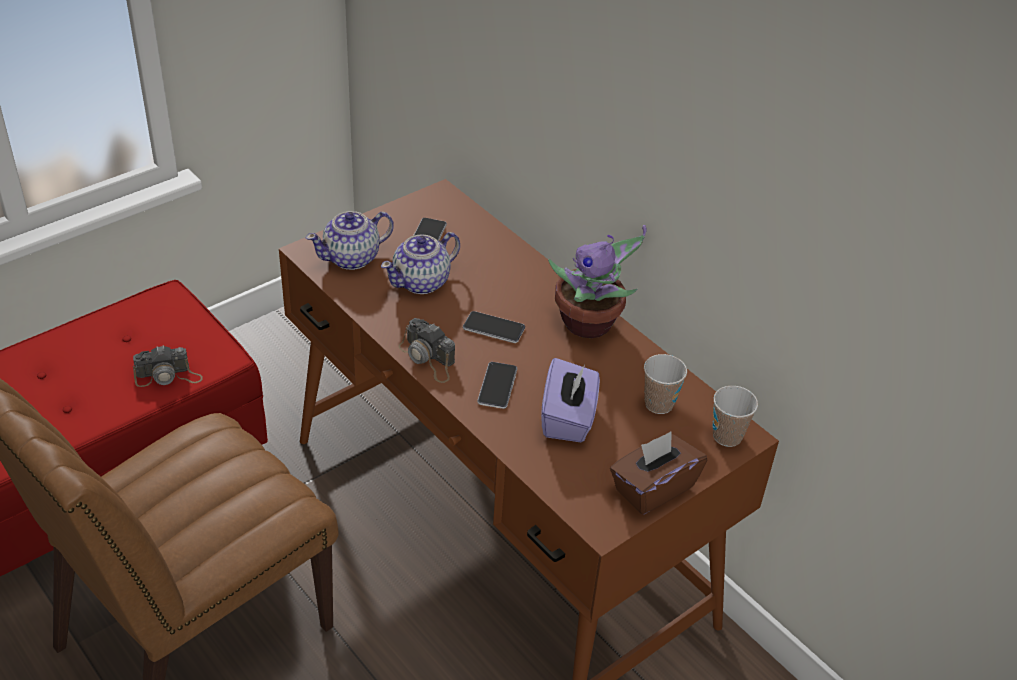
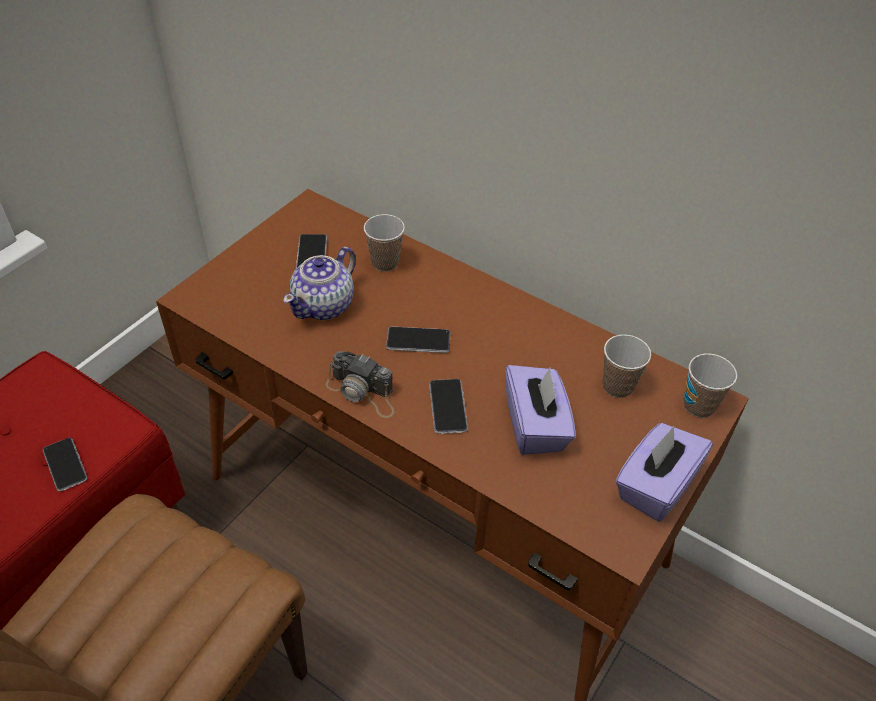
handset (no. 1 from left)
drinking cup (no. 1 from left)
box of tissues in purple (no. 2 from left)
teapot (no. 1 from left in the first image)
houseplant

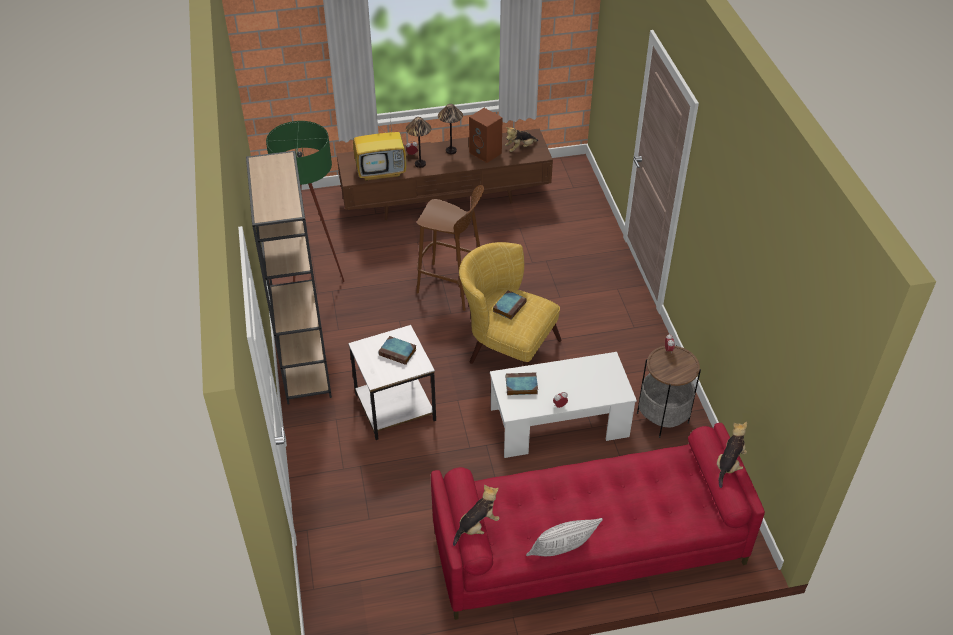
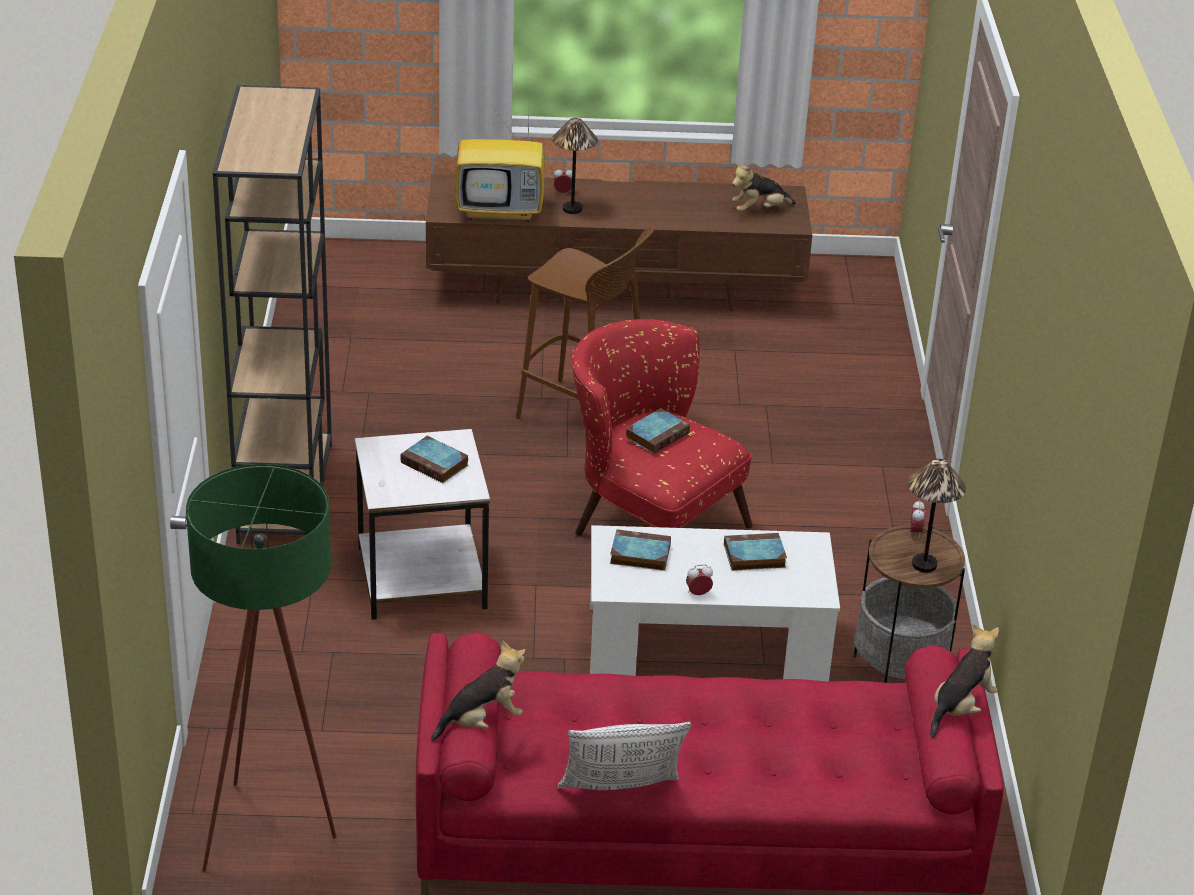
floor lamp in greenish
lounge chair in red-coloured
volume (no. 4 from left)
lamp for a table (no. 2 from left)
speaker in brownish

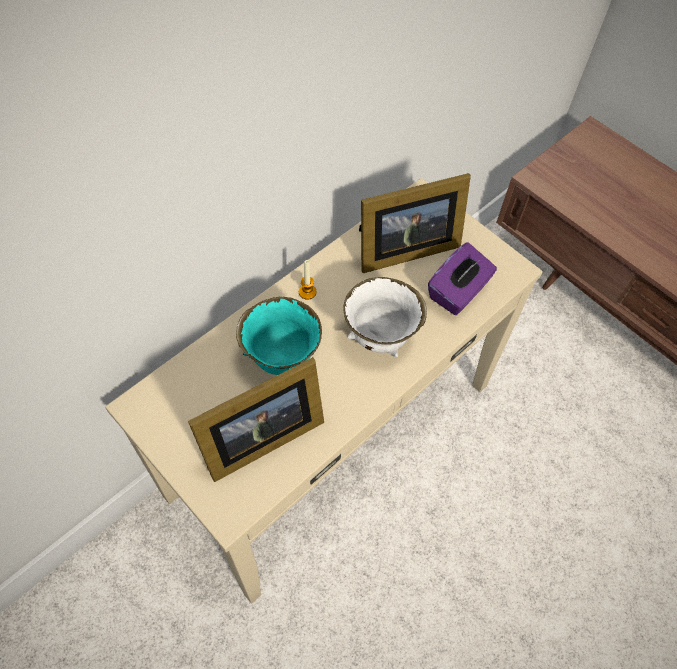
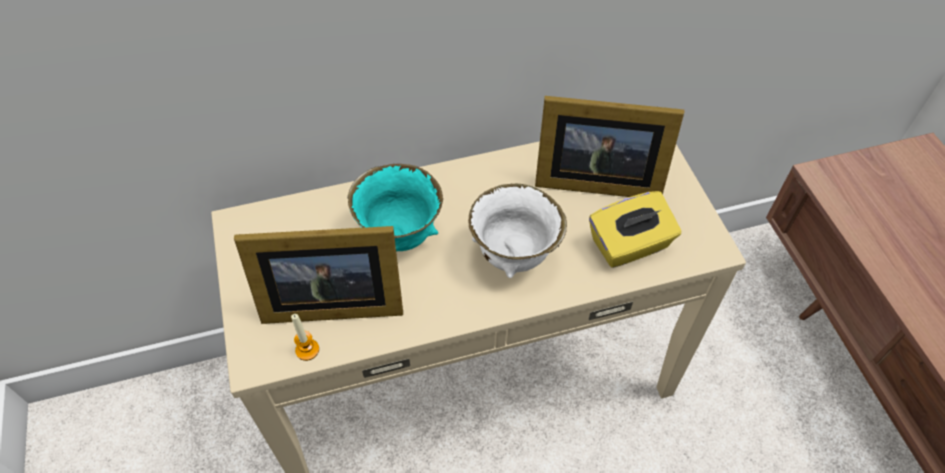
wax candle
box of tissues in yellowish

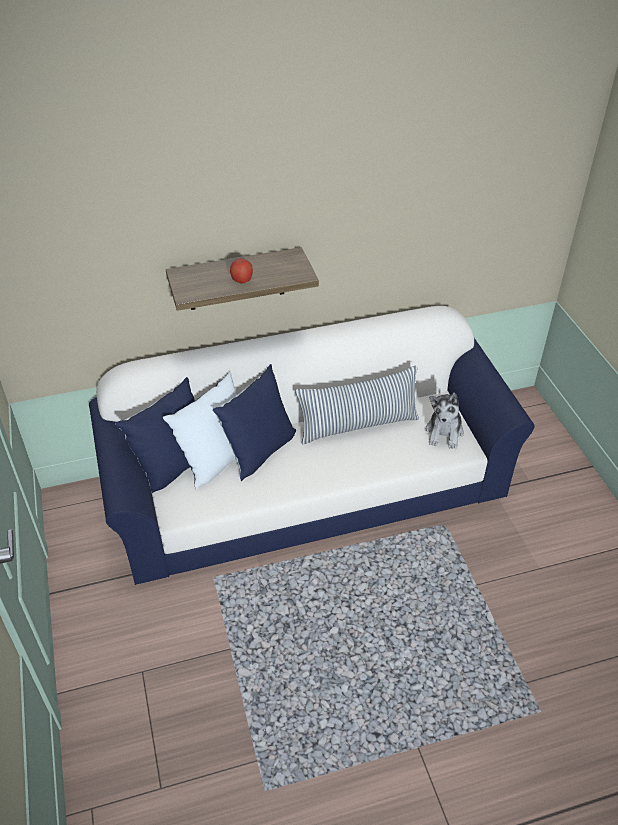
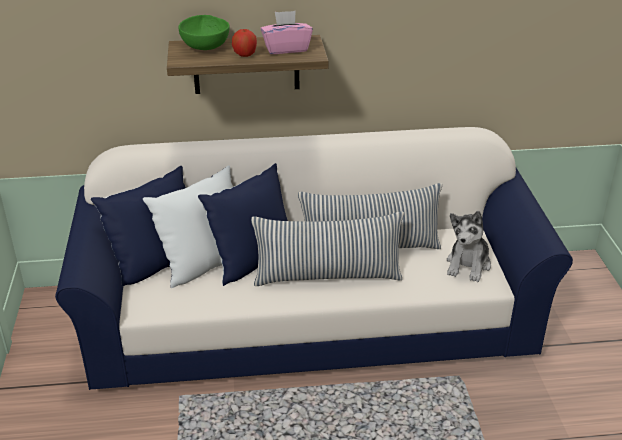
deep dish in greenish
throw pillow (no. 1 from left)
box of tissues in pinkish

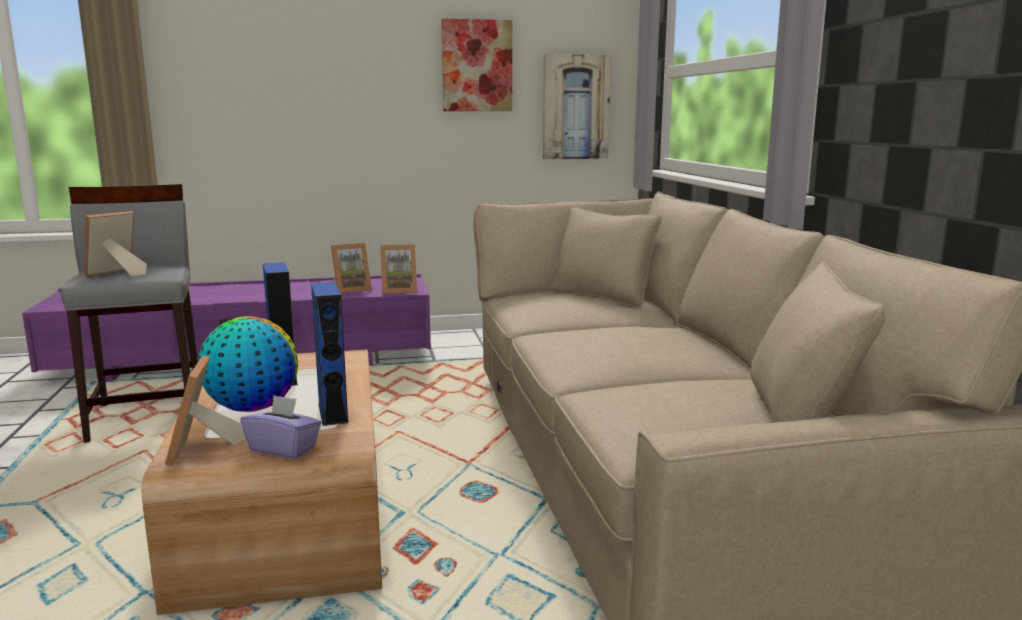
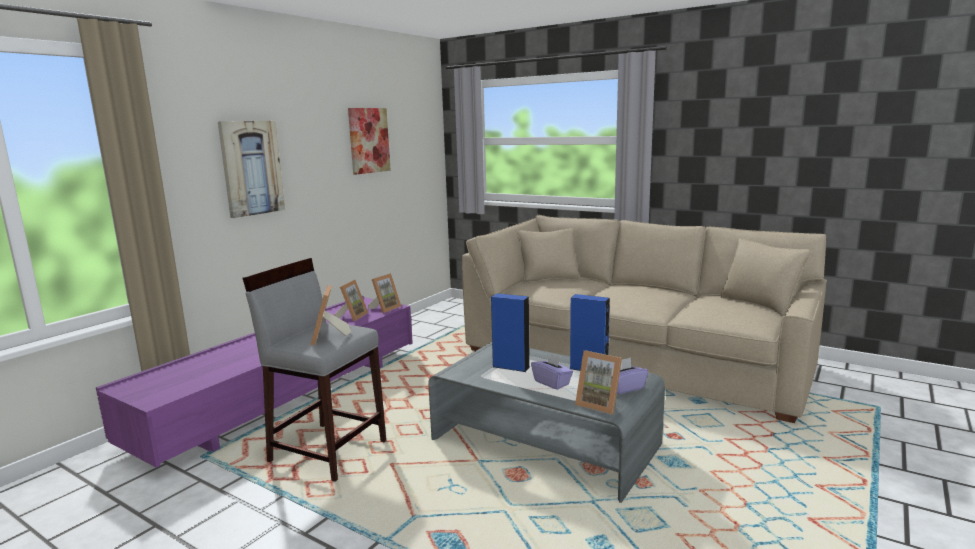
wall picture (no. 1 from left)
lounge table in grey
box of tissues in purple (no. 1 from left)

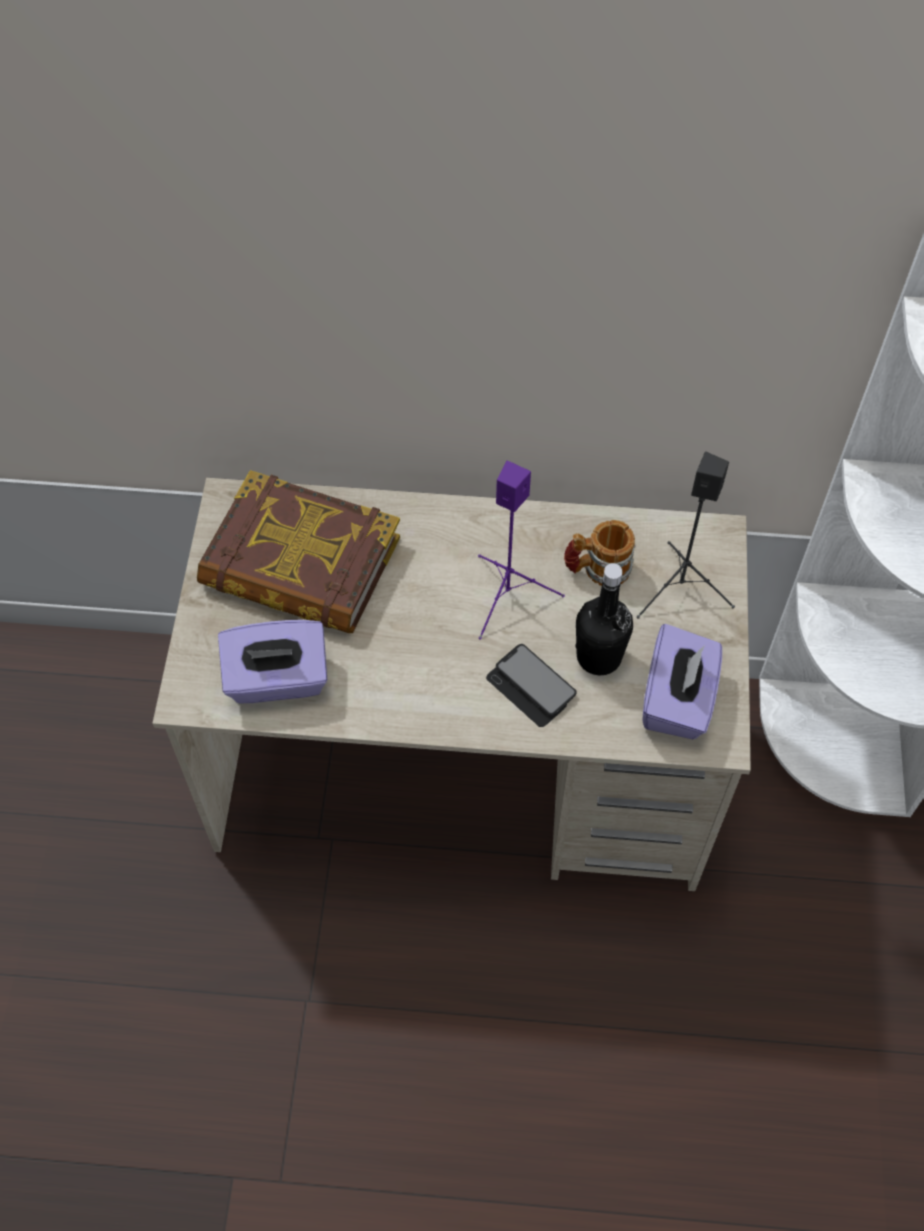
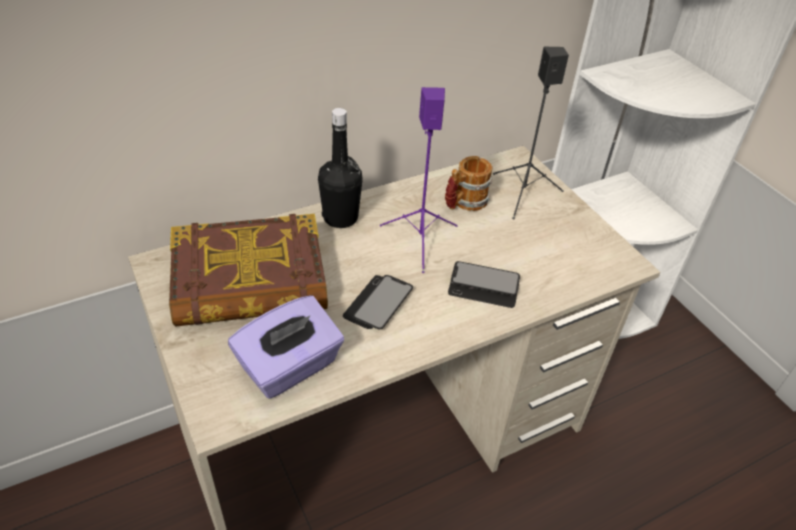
drink bottle in blackish
handset (no. 1 from left)
box of tissues in purple (no. 2 from left in the first image)

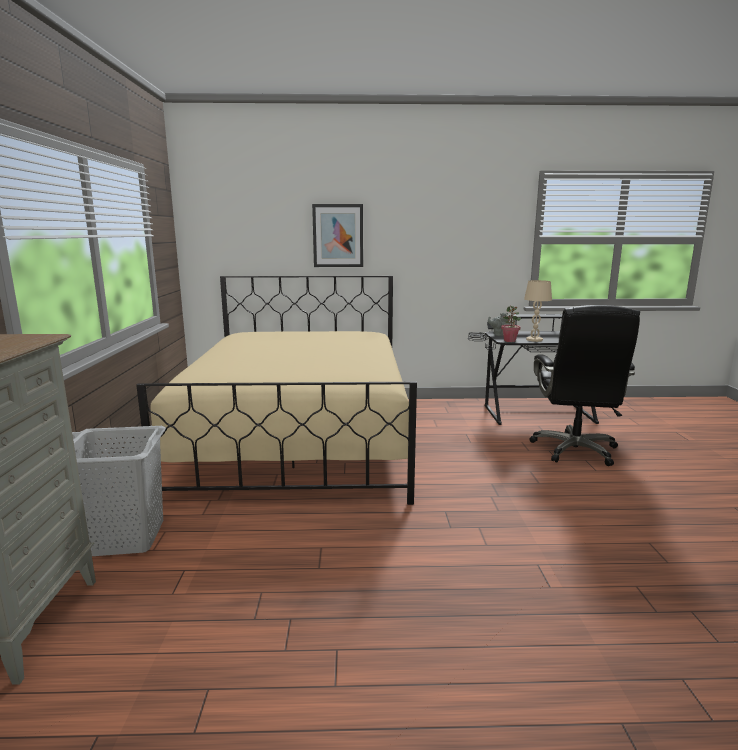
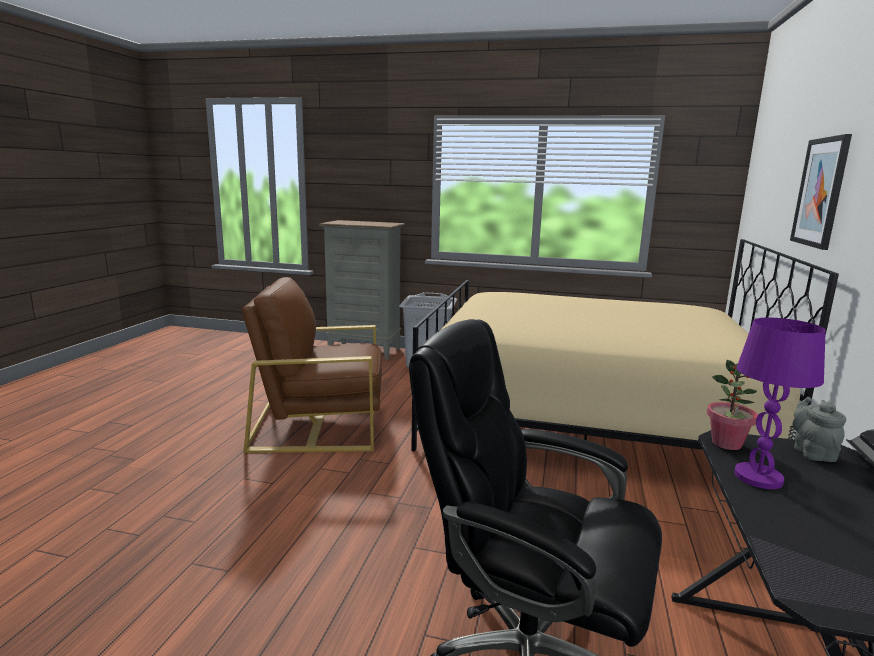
lounge chair in brownish
lamp for a table in purple

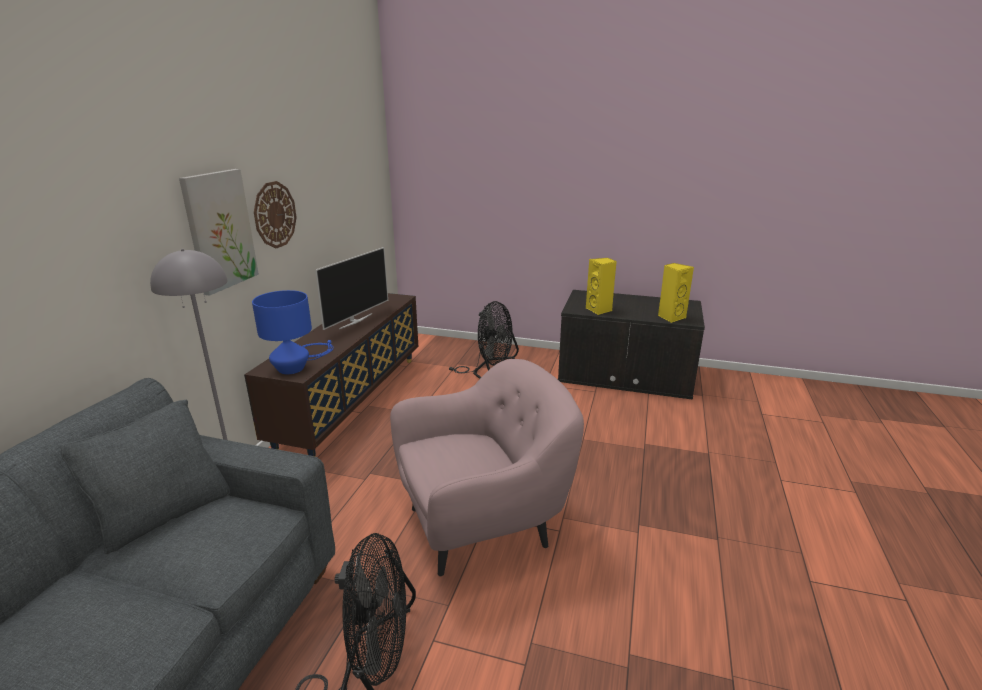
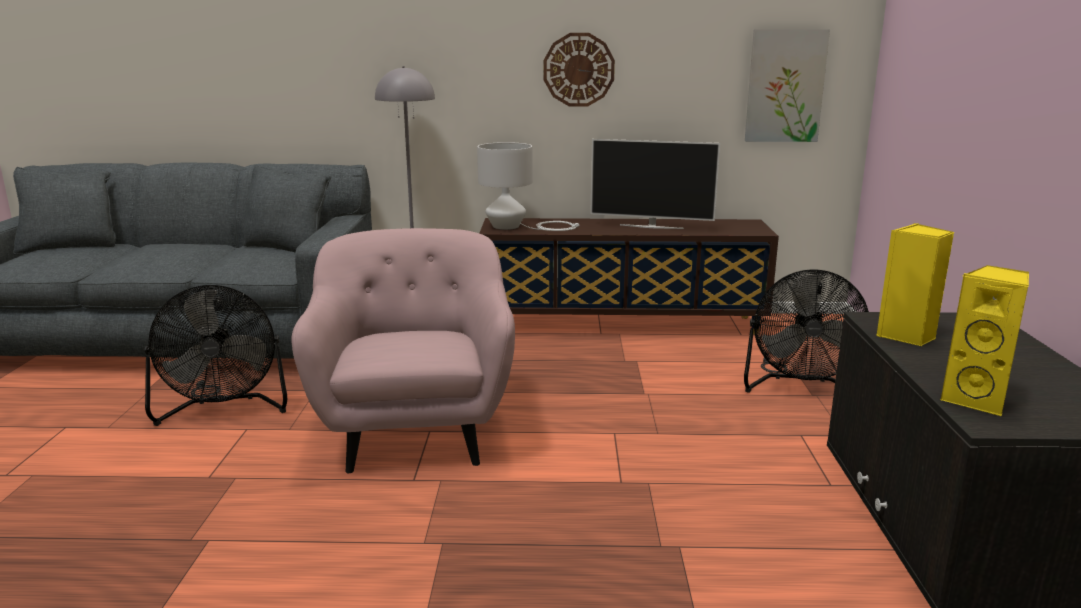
lounge chair in pinkish
lamp for a table in grey
wall picture

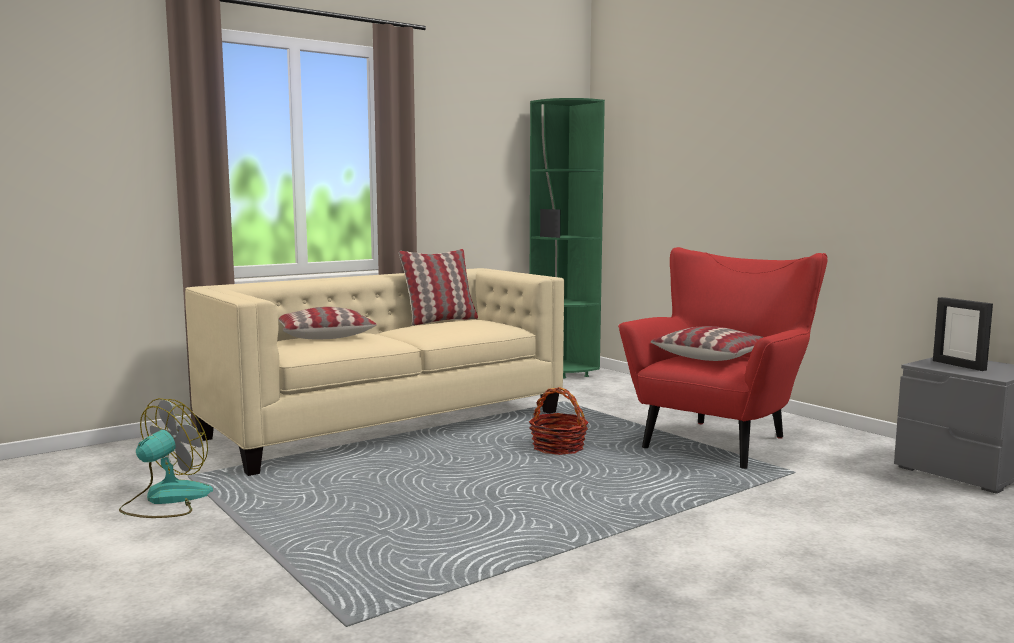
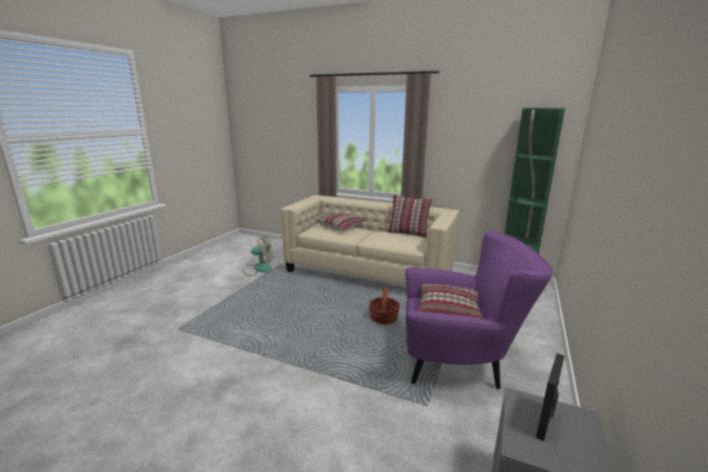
lounge chair in purple

